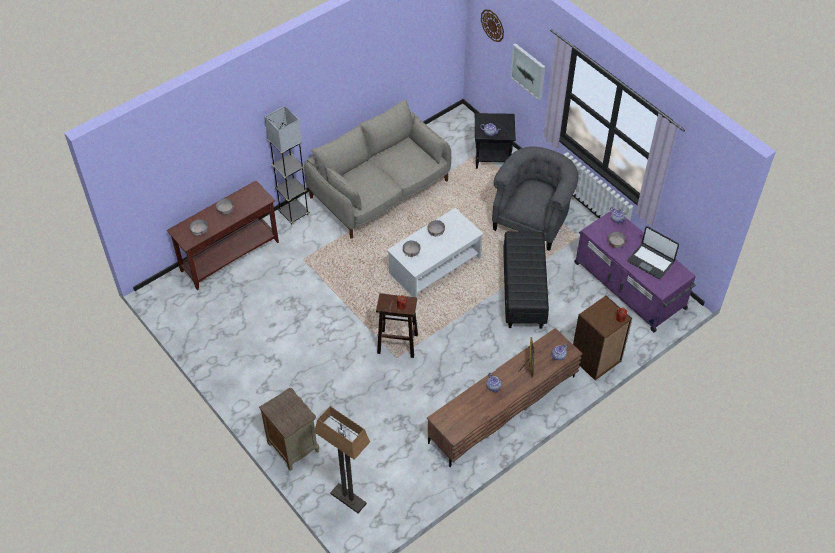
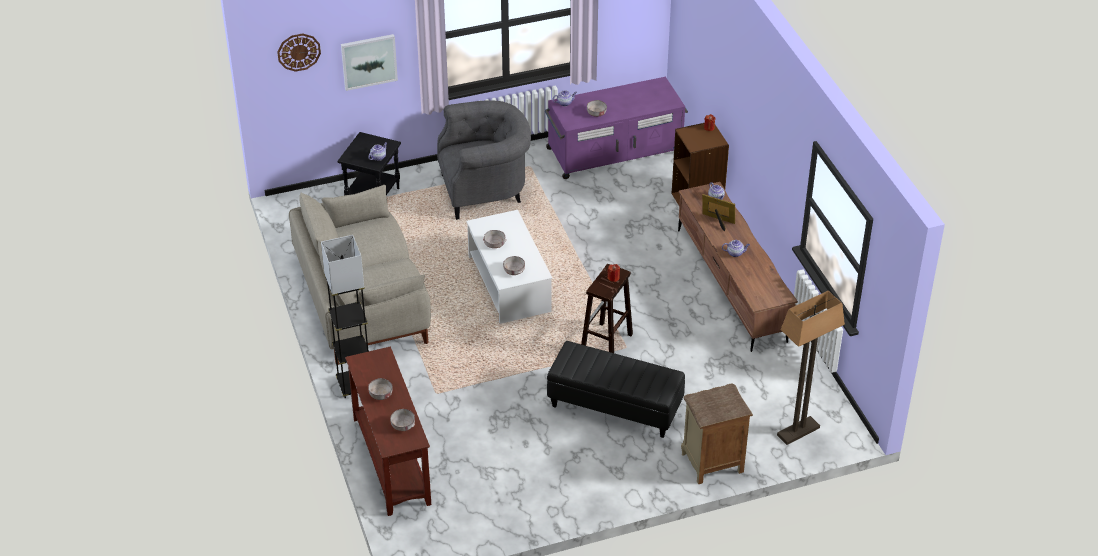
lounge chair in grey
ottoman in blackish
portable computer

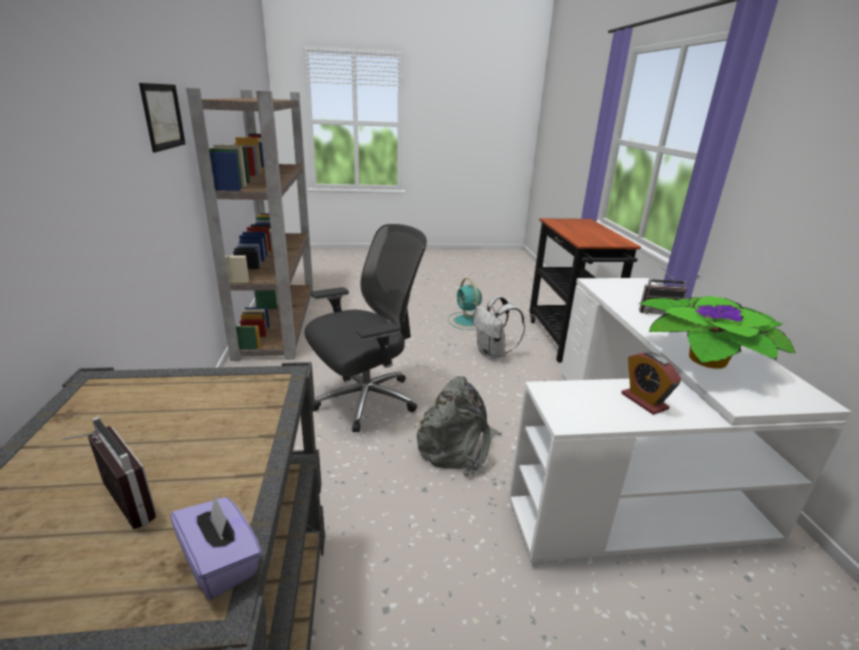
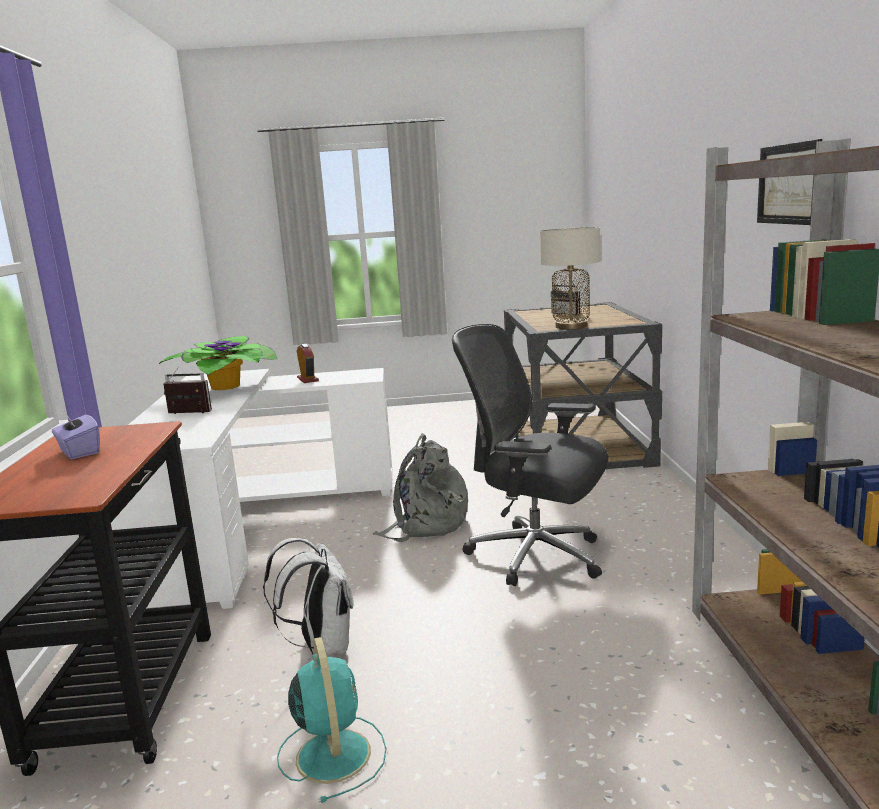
box of tissues in purple
computer chair
lamp for a table

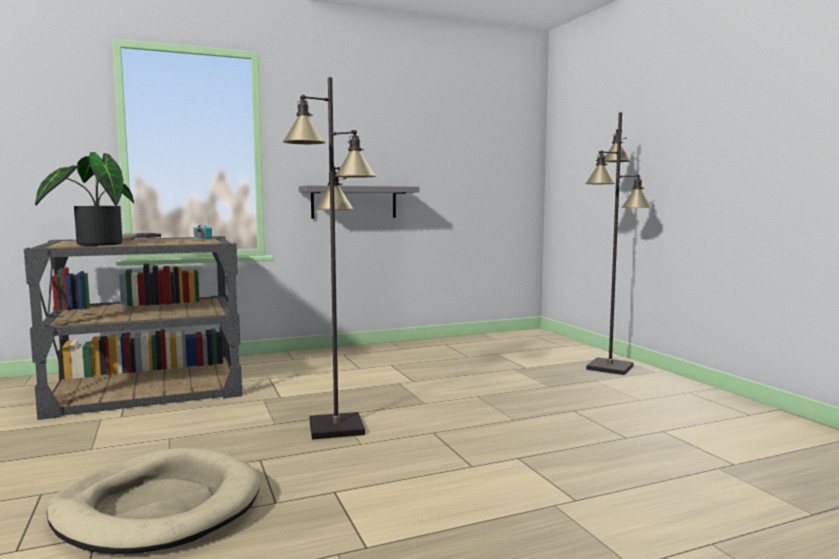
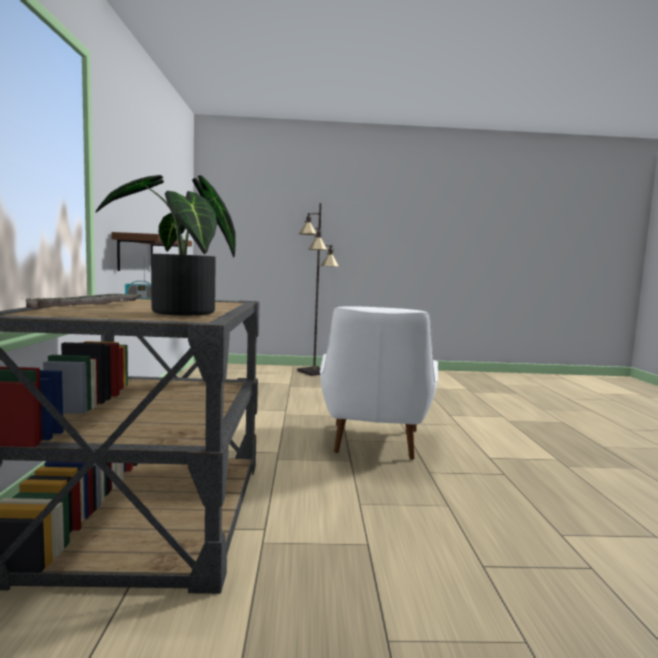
shelf in brownish
lounge chair in whitish
pet bed in beige-coloured

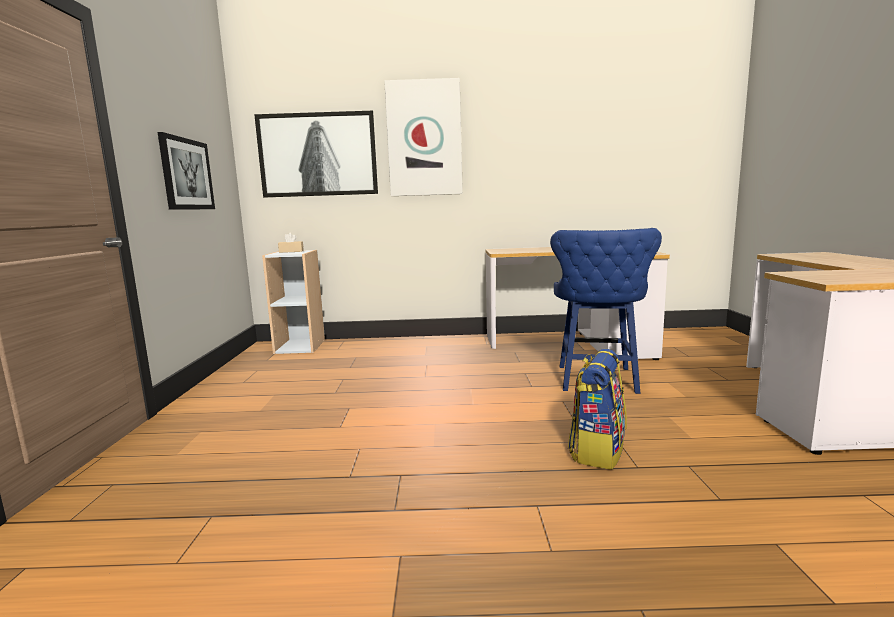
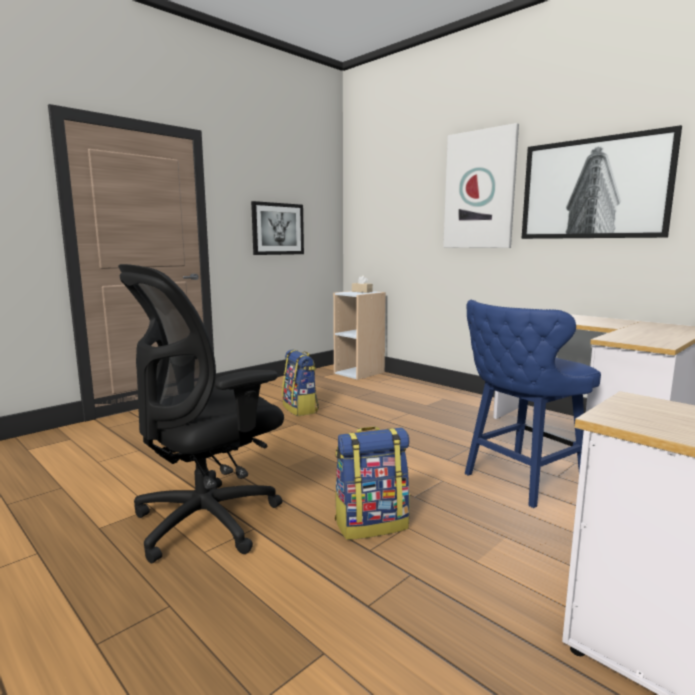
computer chair in blackish
knapsack (no. 1 from left)
wall picture (no. 3 from left)

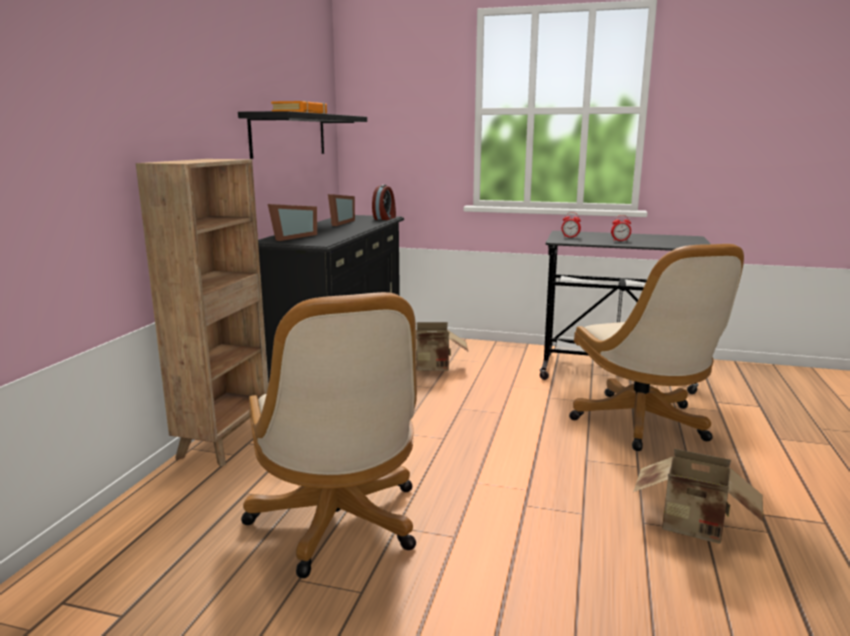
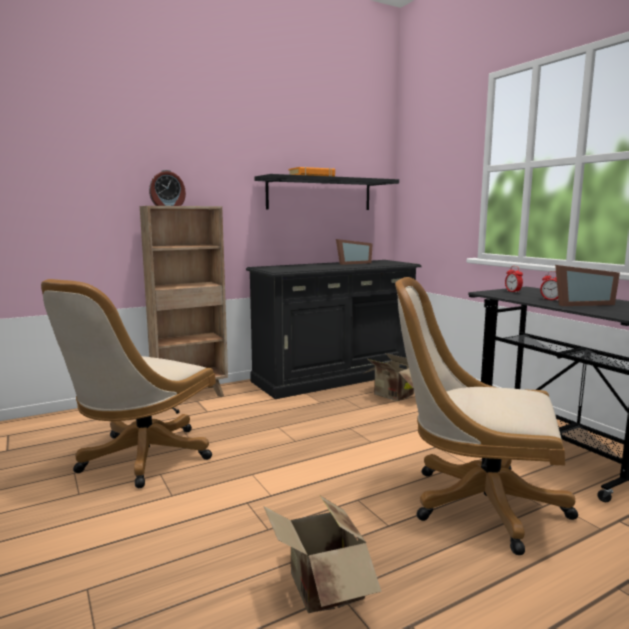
table clock (no. 1 from left)
computer chair (no. 2 from left)
photo frame (no. 2 from left)

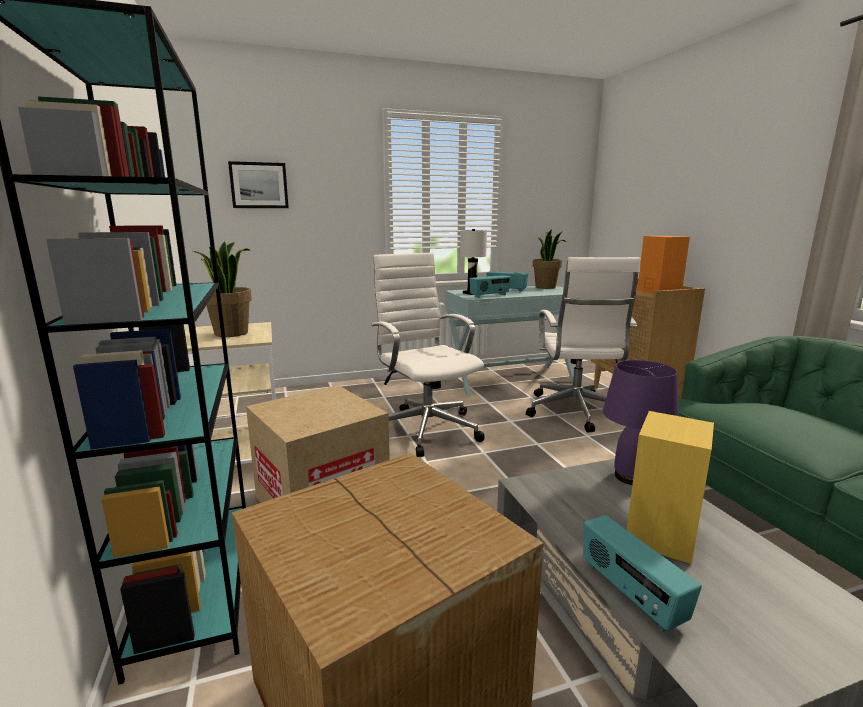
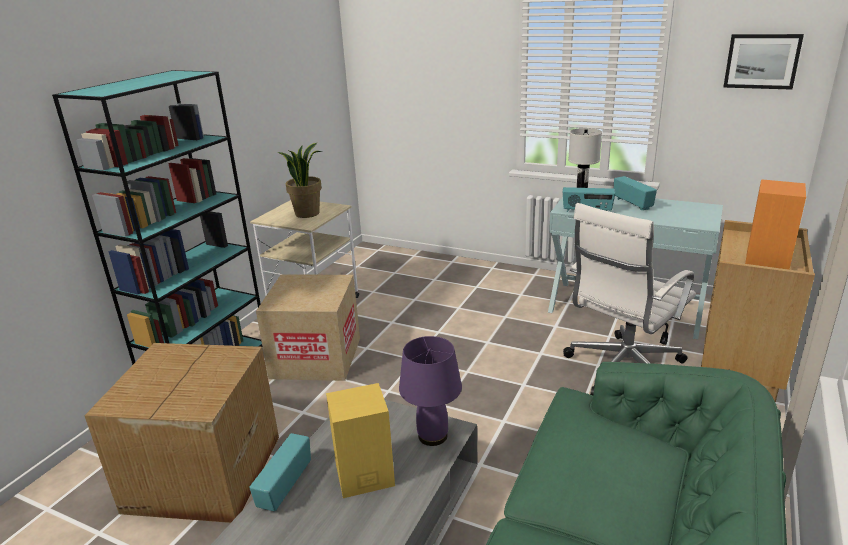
wall picture
computer chair in whitish (no. 1 from left in the first image)
houseplant (no. 2 from left in the first image)

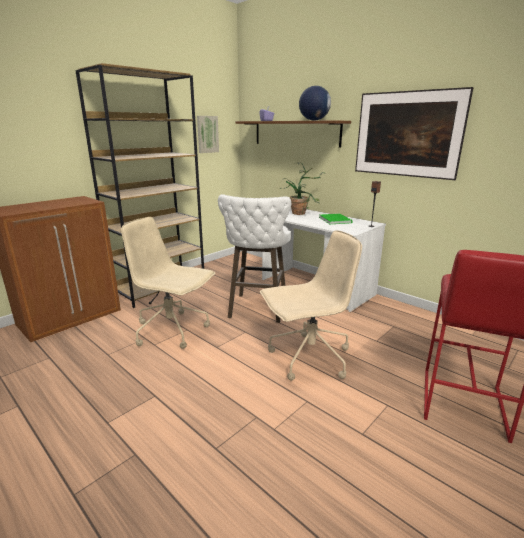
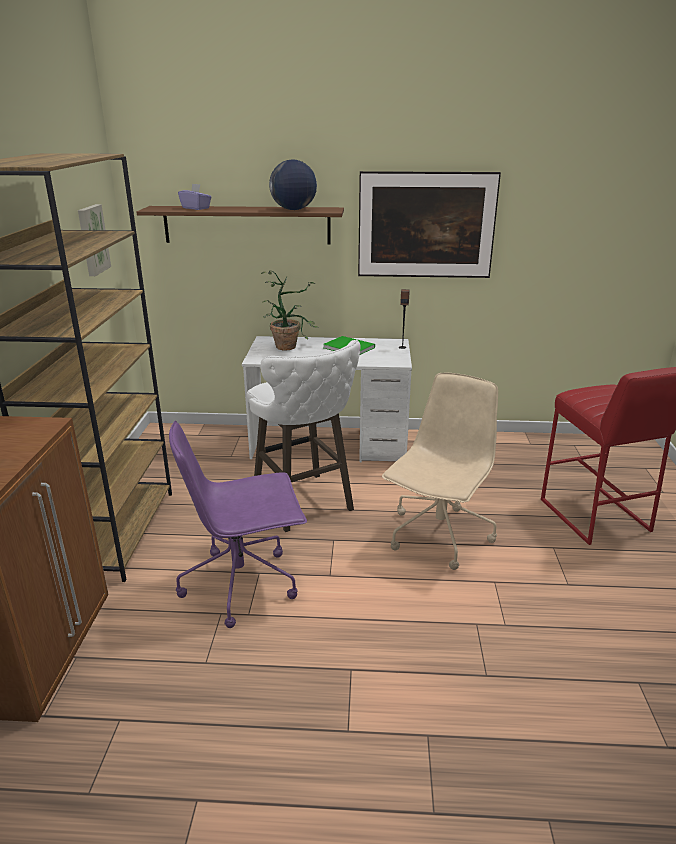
computer chair in purple

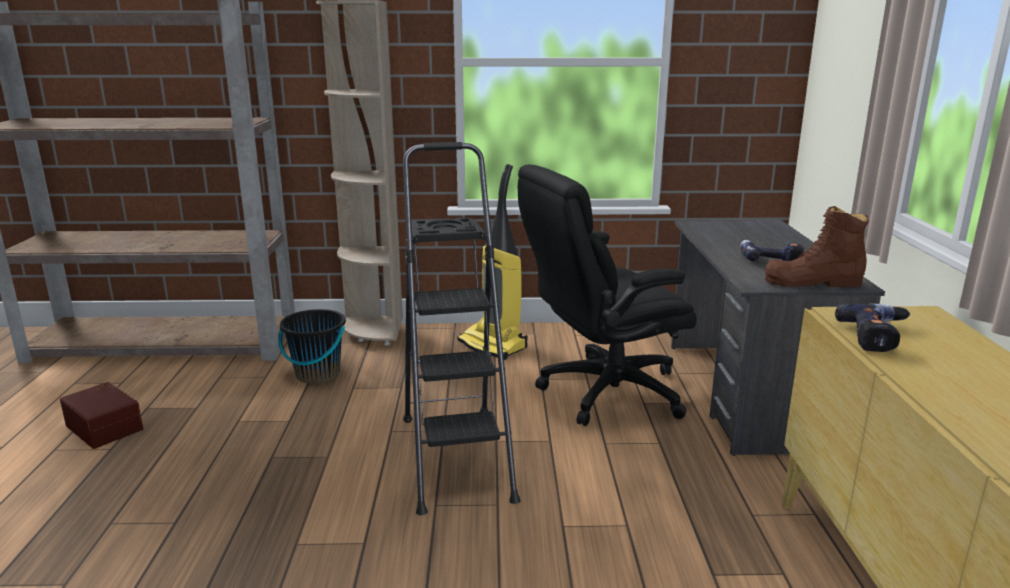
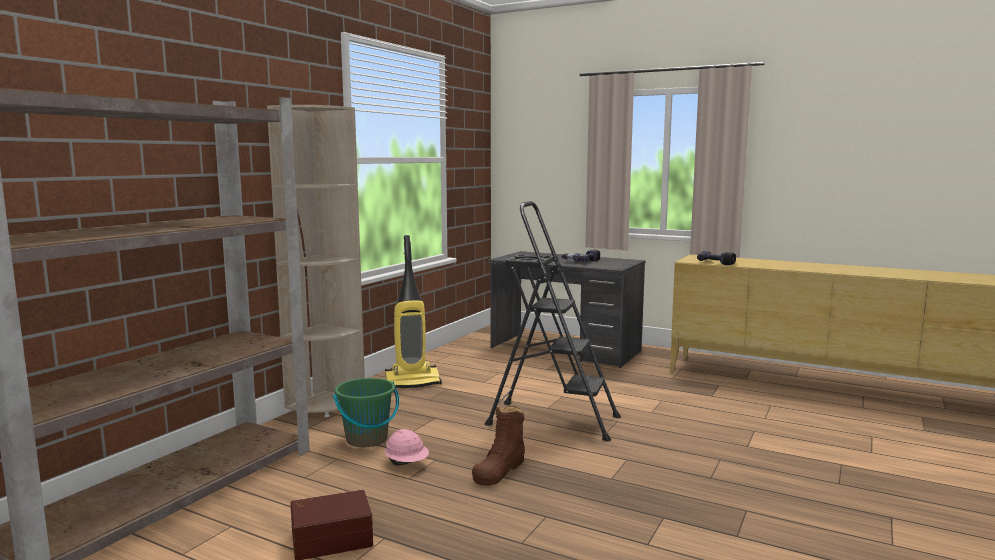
bucket in greenish
hard hat in pinkish
tall boot in brownish
computer chair in blackish

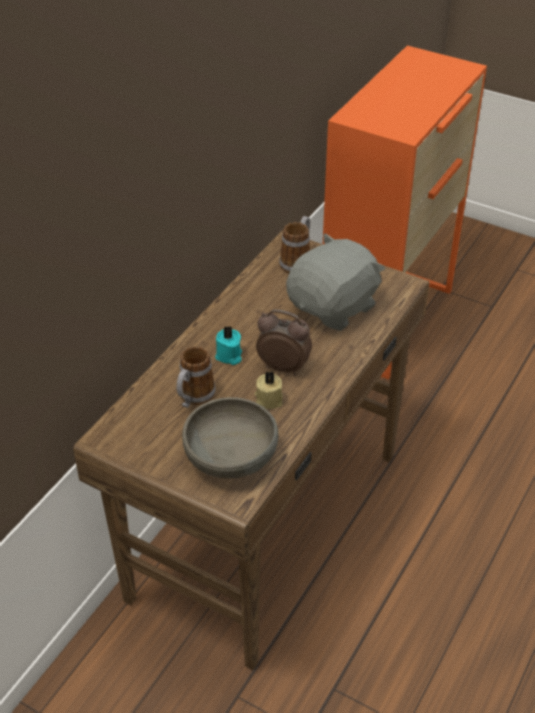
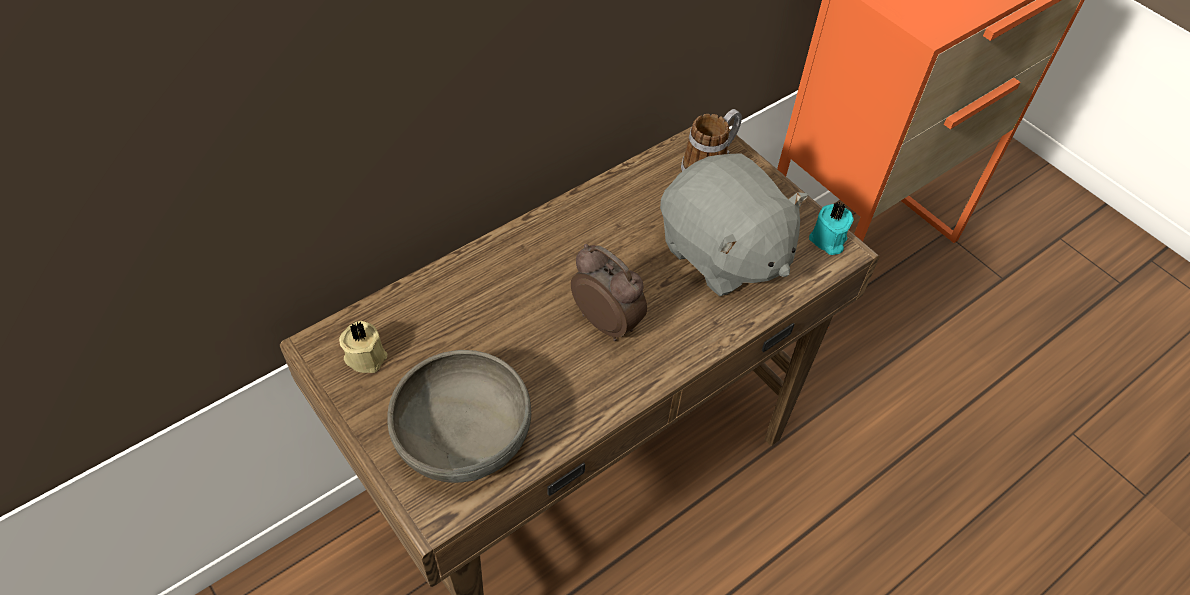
wax candle in beige-coloured
soft toy in grey
wax candle in turquoise
mug (no. 1 from left in the first image)

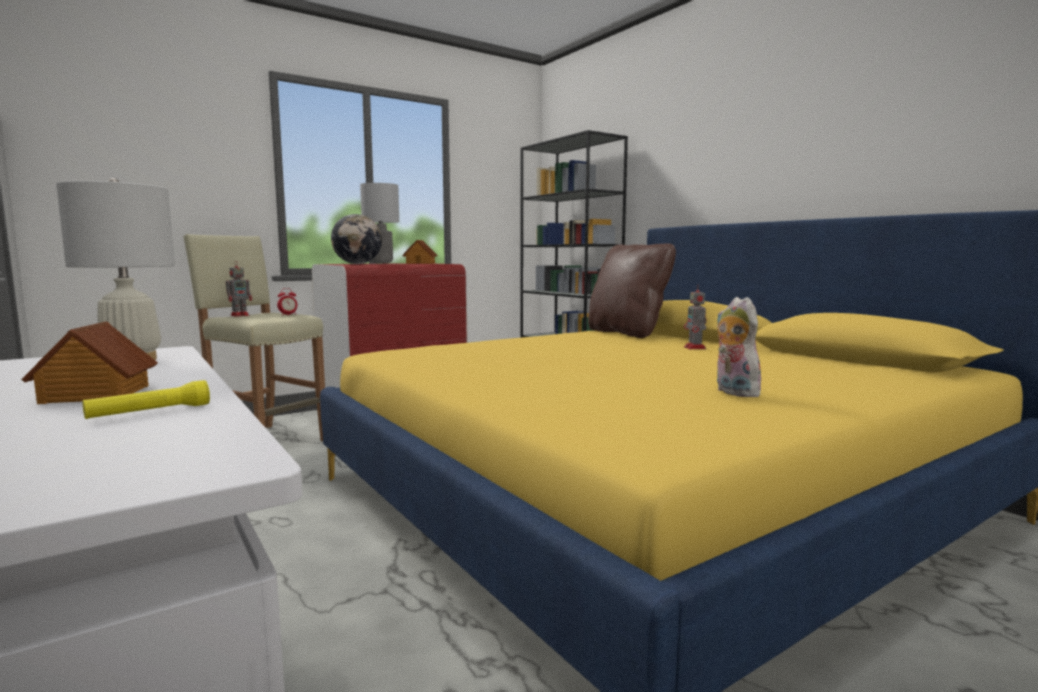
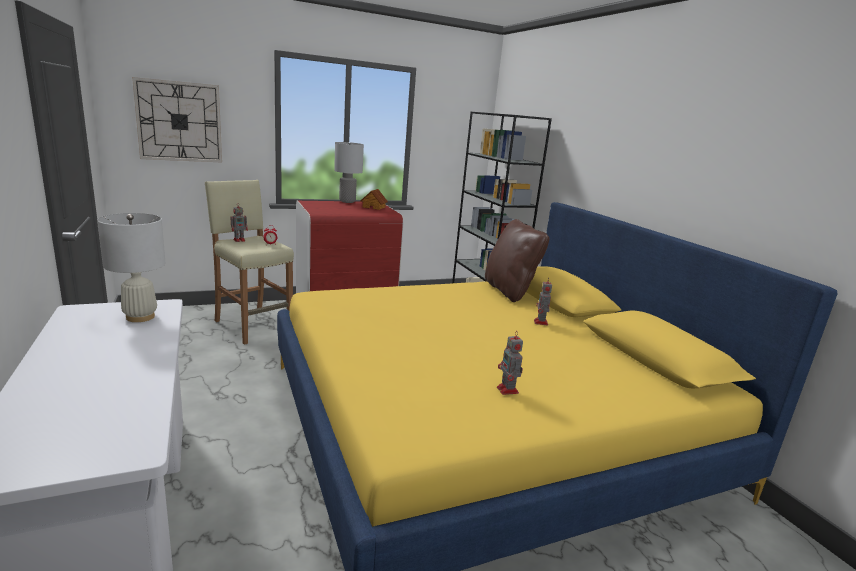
wall clock
model robot (no. 2 from left)
model house (no. 1 from left in the first image)
flashlight in yellowish
globe

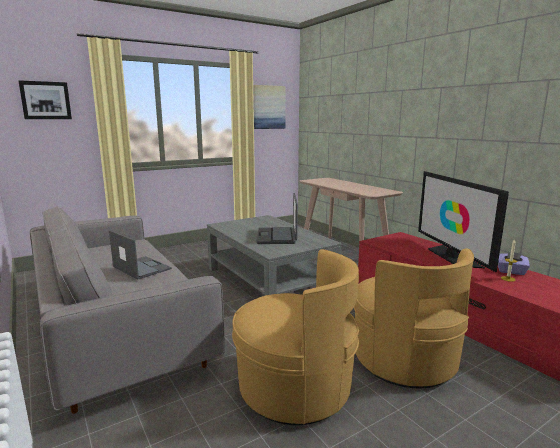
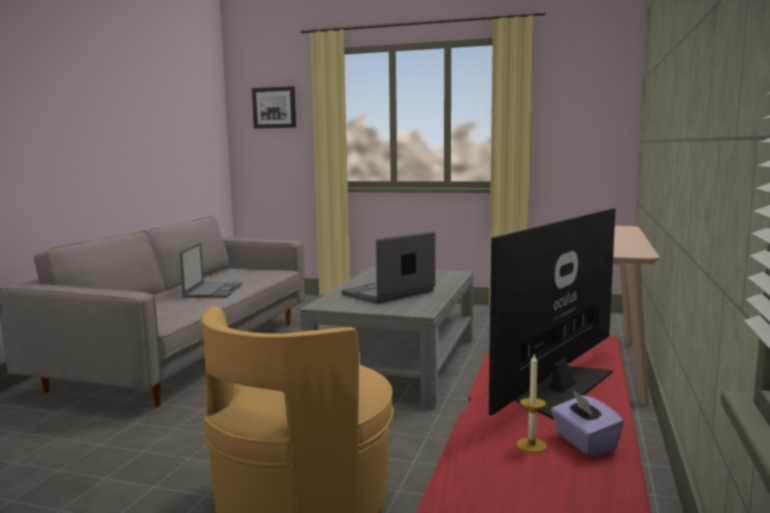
lounge chair in beige-coloured (no. 1 from left in the first image)
wall picture (no. 2 from left in the first image)

